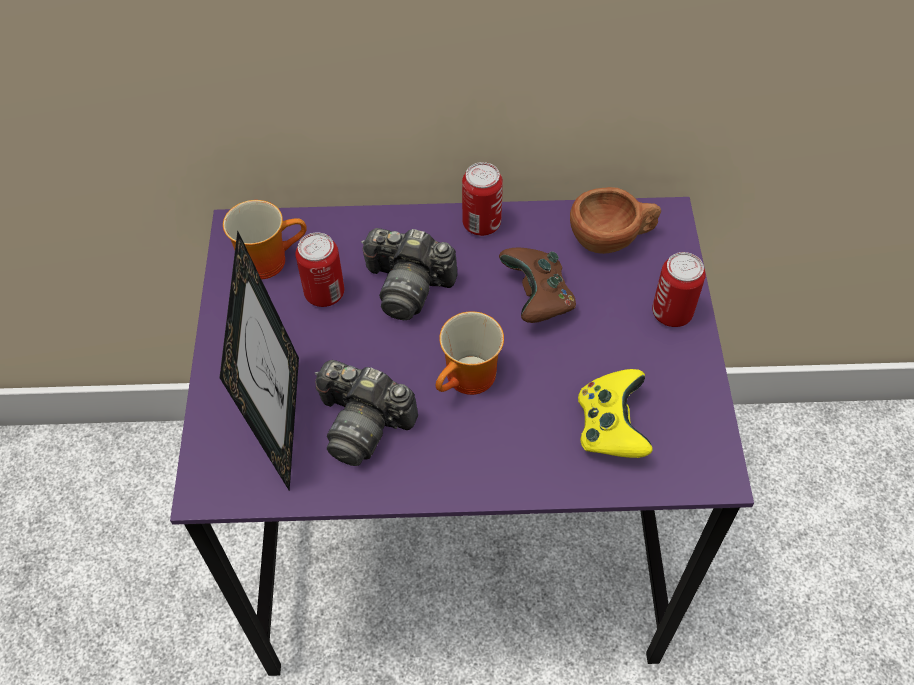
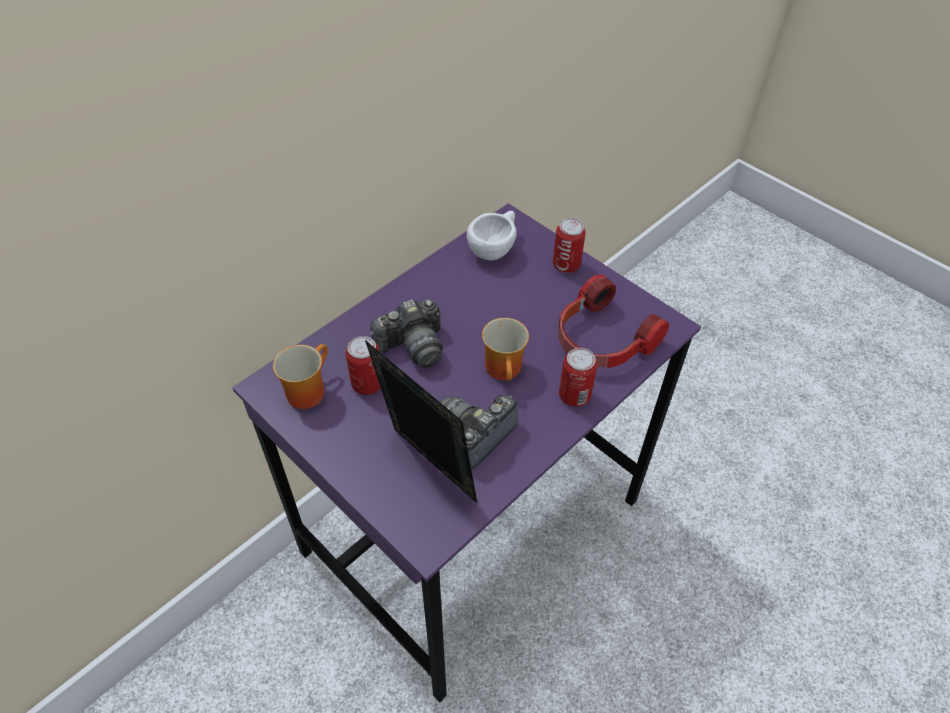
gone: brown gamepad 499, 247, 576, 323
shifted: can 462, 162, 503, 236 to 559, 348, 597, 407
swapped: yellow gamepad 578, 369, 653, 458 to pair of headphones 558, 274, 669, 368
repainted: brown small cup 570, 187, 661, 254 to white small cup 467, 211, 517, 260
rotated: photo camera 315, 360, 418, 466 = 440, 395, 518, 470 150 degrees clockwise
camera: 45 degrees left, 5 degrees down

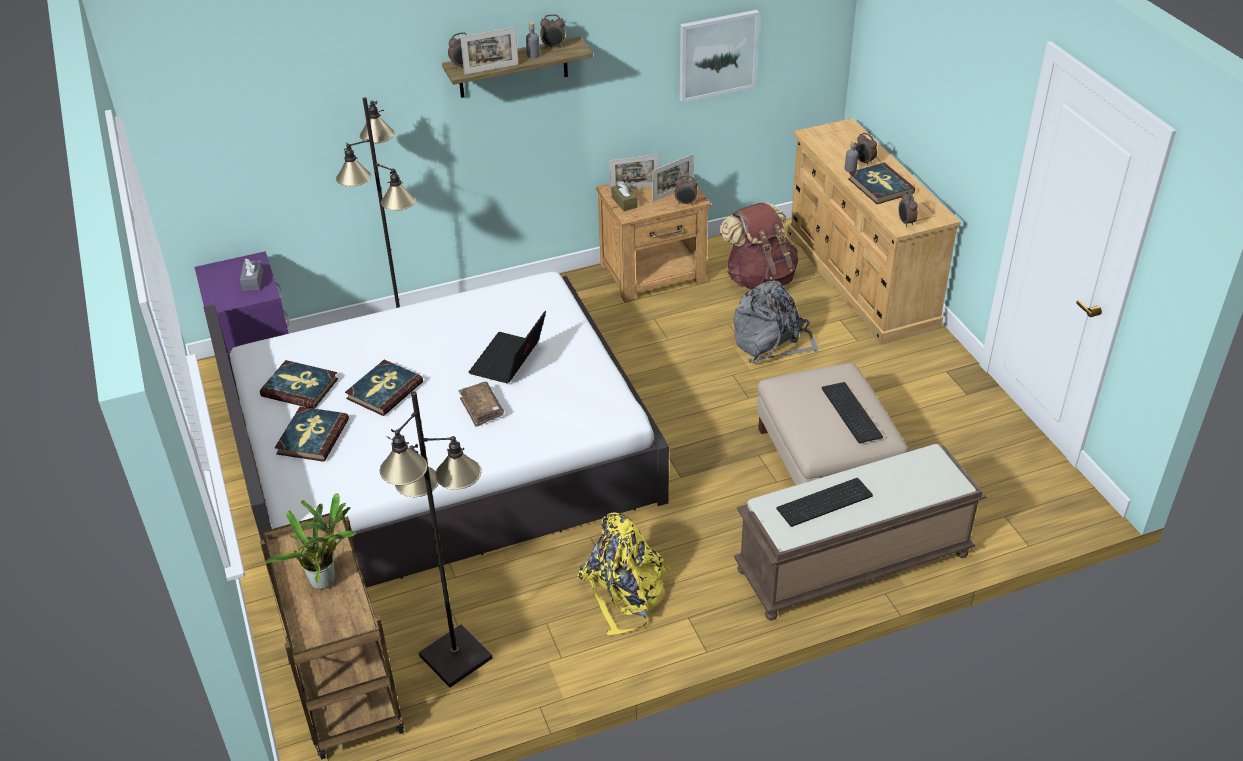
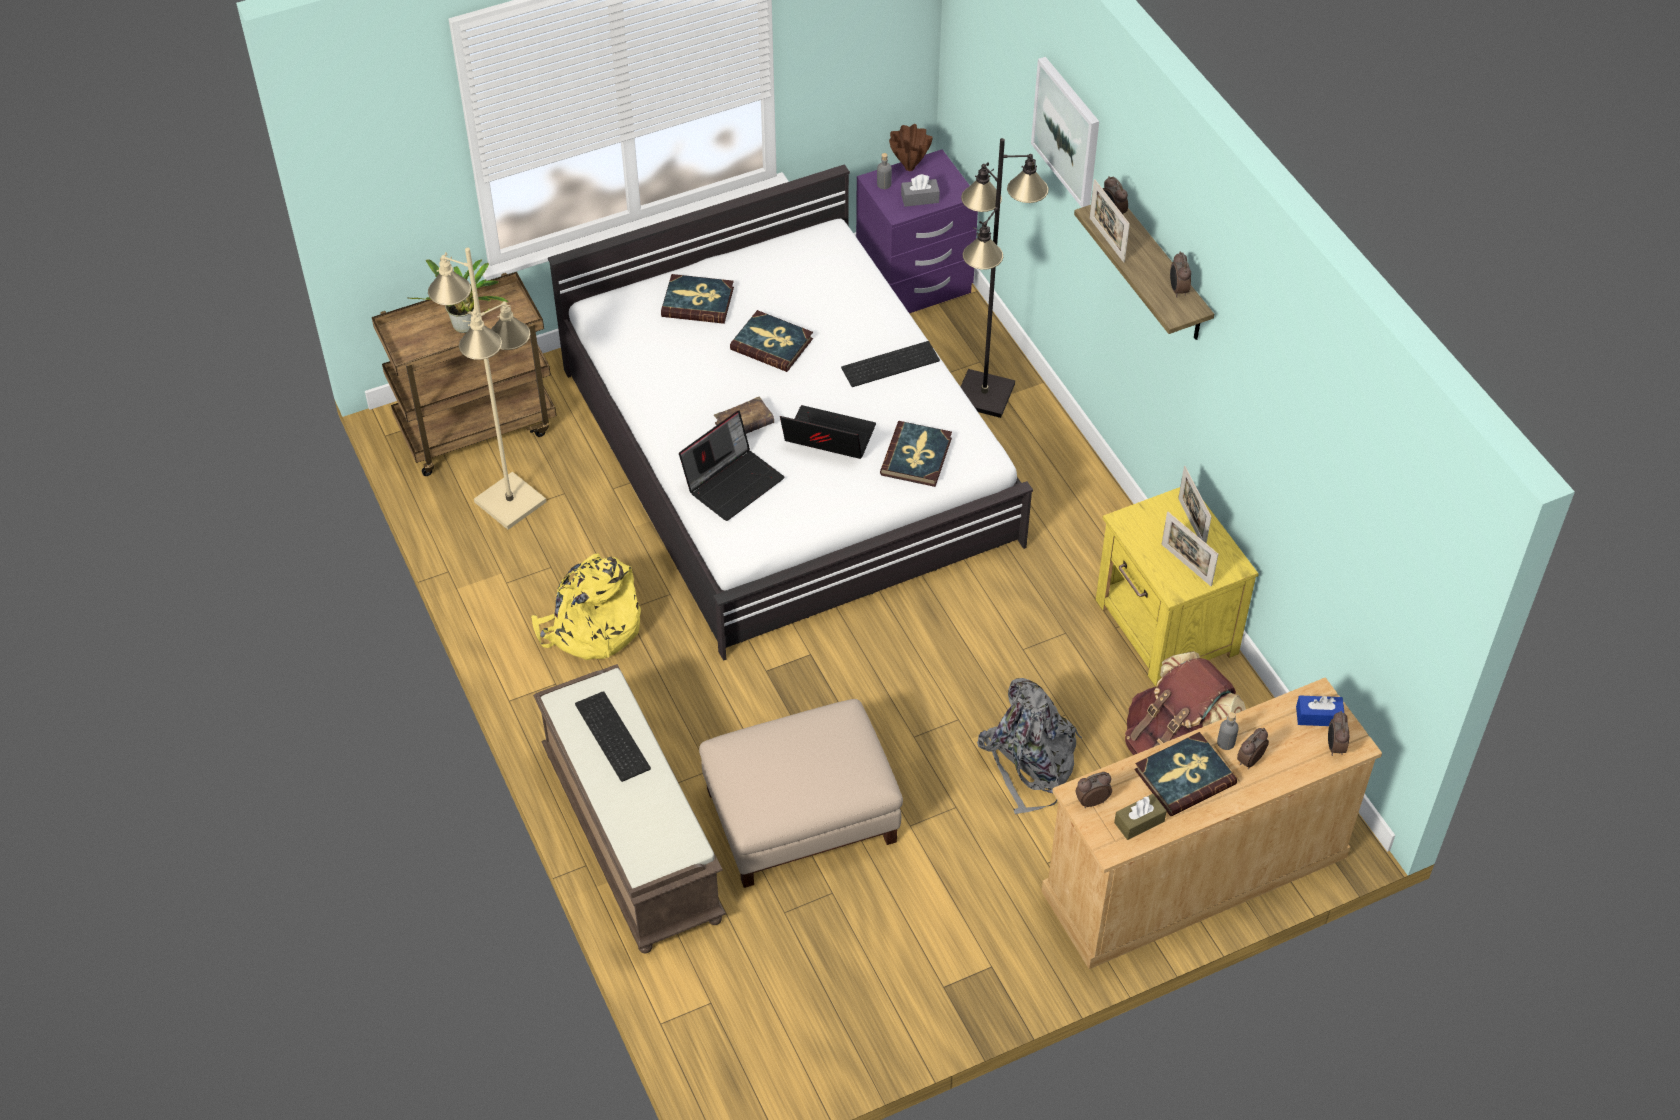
new: notebook computer 679, 410, 785, 521; brown vase 889, 124, 933, 171; blue-coloured tissue holder 1296, 695, 1344, 726
shifted: bound book 260, 360, 338, 409 to 880, 421, 952, 487; gray beverage bottle 526, 22, 540, 59 to 877, 153, 892, 189; brown tissue holder 611, 181, 638, 211 to 1114, 794, 1167, 840; table clock 675, 176, 698, 205 to 1328, 711, 1350, 756; wall art 680, 10, 759, 102 to 1031, 57, 1099, 207; PC keyboard 822, 382, 883, 443 to 841, 341, 940, 387
repainted: blackish floor lamp 380, 392, 493, 687 to beige floor lamp 428, 248, 546, 530; brown night table 596, 183, 711, 303 to yellow night table 1096, 487, 1259, 687
camera: 85 degrees right, 10 degrees up

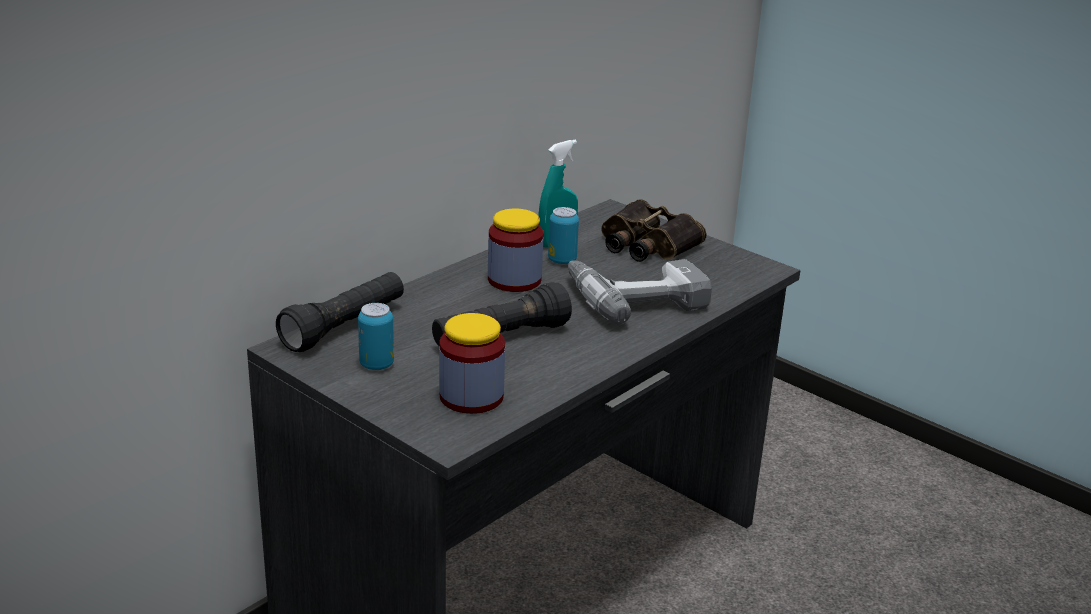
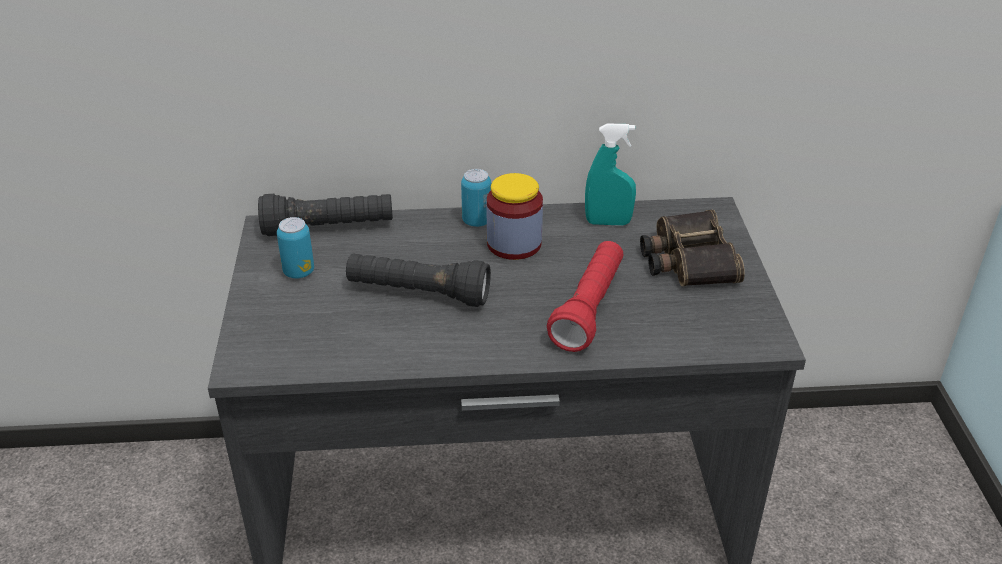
gone: jar 439, 313, 505, 414
shifted: can 548, 207, 579, 264 to 461, 169, 491, 227
swapped: drill 568, 259, 712, 325 to red hand torch 547, 241, 623, 352
camera: 45 degrees right, 10 degrees up

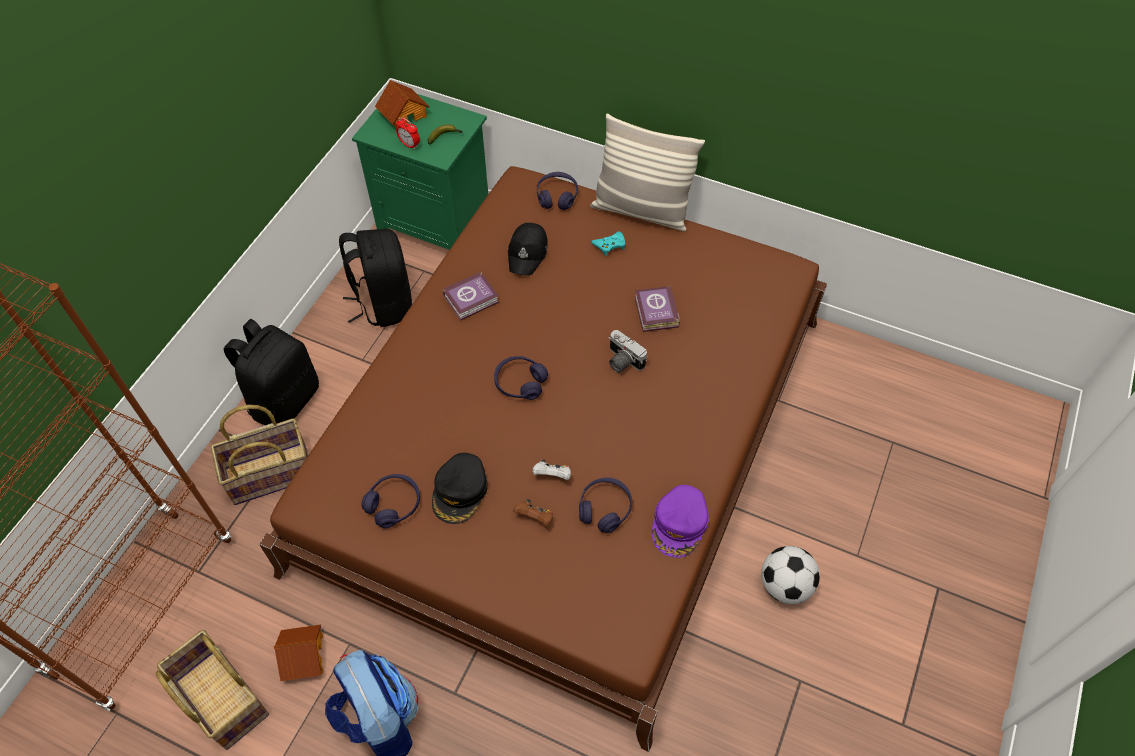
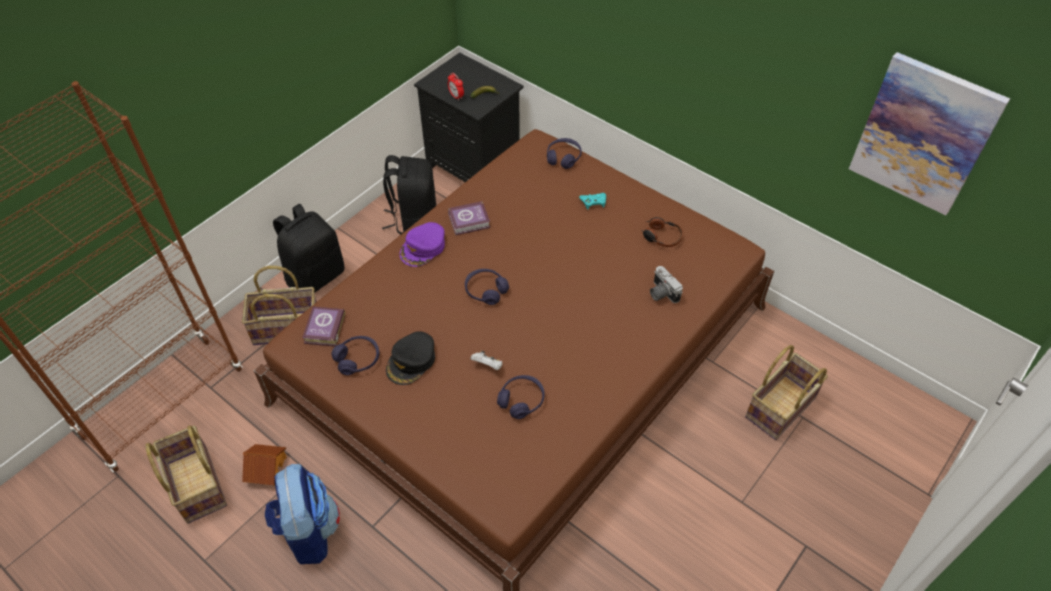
gone: toy house 375, 80, 430, 129; blackish baseball cap 508, 223, 548, 276; brown gamepad 513, 499, 553, 526; pillow 590, 114, 705, 231; football 761, 546, 820, 604
new: pair of headphones 641, 217, 683, 247; household basket 745, 345, 828, 440; wall art 849, 52, 1010, 215
shifted: photo camera 608, 330, 647, 373 to 650, 266, 683, 303; bound book 635, 286, 680, 332 to 302, 307, 345, 347; purple-coloured baseball cap 652, 485, 709, 558 to 399, 222, 445, 267
repainted: green night table 352, 94, 488, 250 to blackish night table 414, 52, 524, 182
camera: 15 degrees right, 5 degrees down

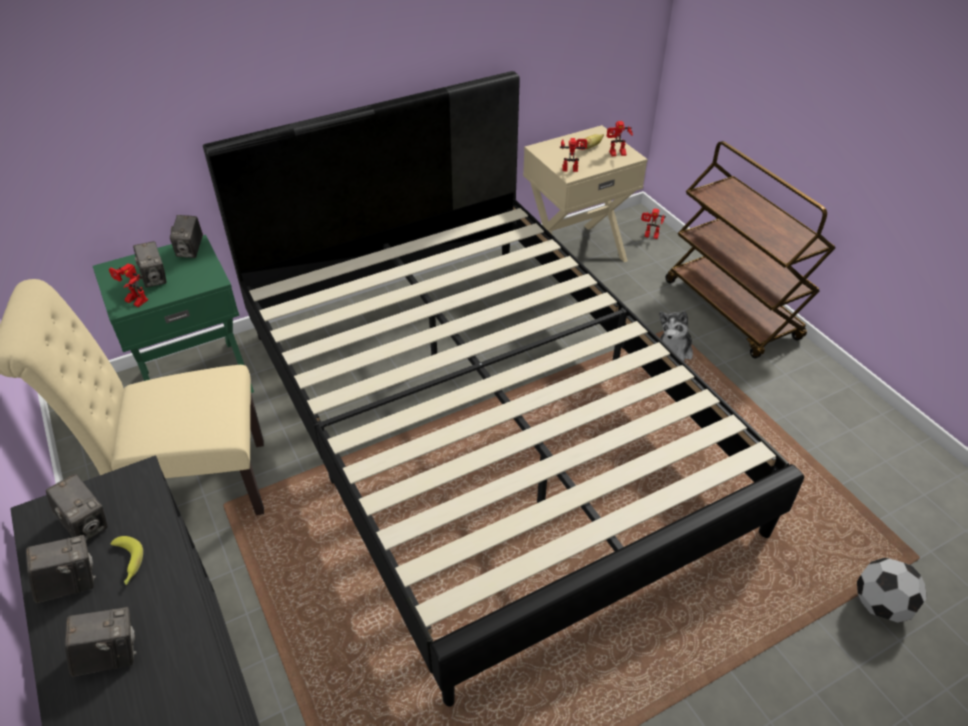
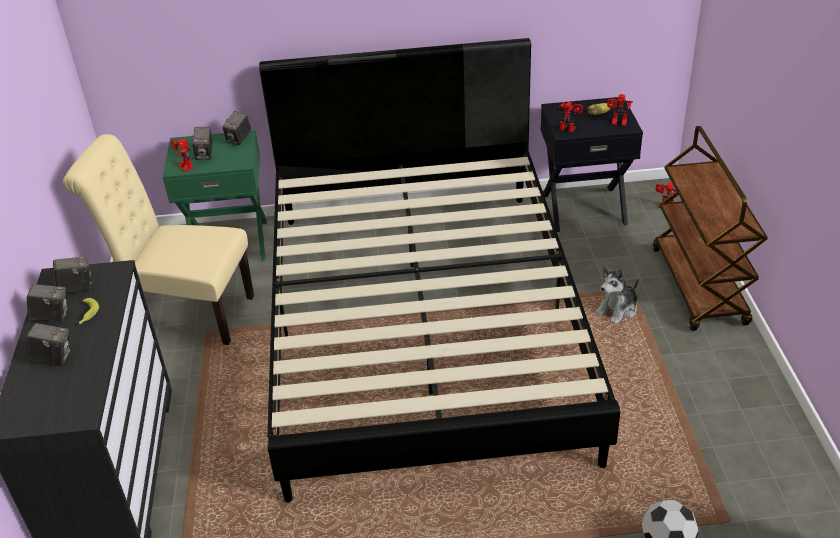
repainted: beige night table 523, 125, 648, 262 to blackish night table 540, 97, 643, 232
rotated: photo camera 46, 474, 108, 541 = 53, 256, 92, 293 90 degrees counterclockwise
camera: 25 degrees right, 5 degrees down

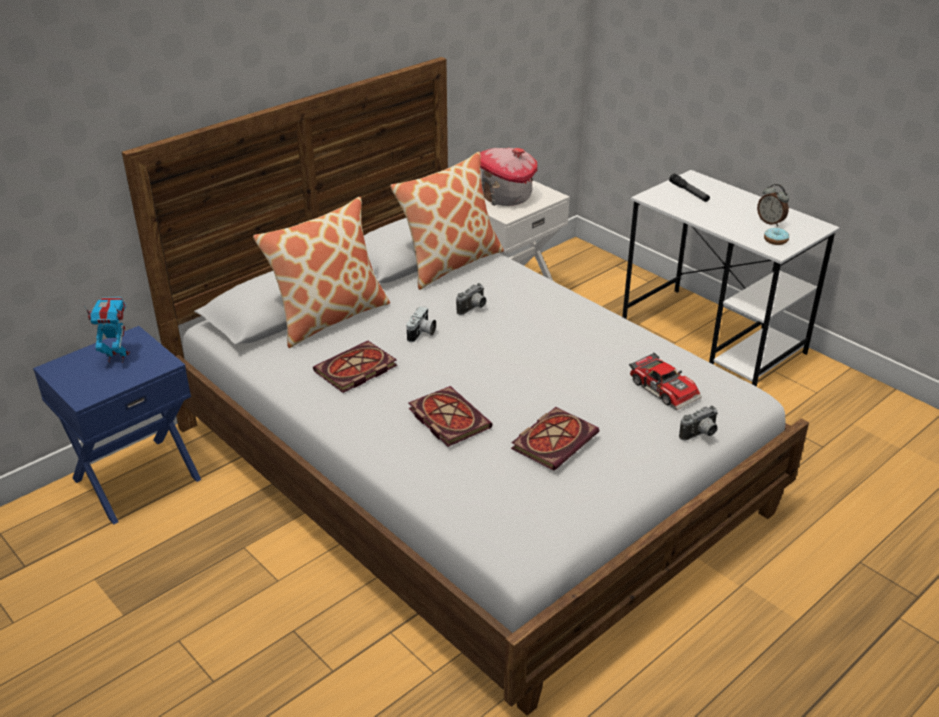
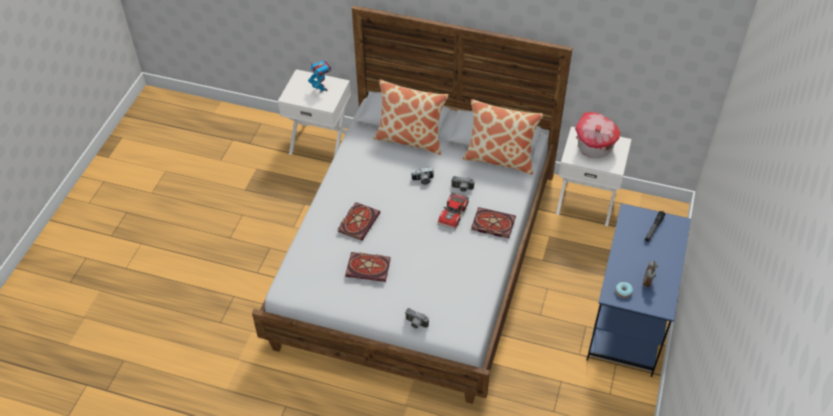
shifted: bound book 313, 341, 397, 393 to 471, 207, 516, 238; miniature car 629, 352, 702, 411 to 437, 192, 469, 230
repainted: blue-coloured night table 33, 326, 201, 525 to white night table 278, 69, 351, 157; white desk unit 622, 170, 840, 387 to blue-coloured desk unit 587, 203, 691, 377
camera: 60 degrees right, 15 degrees up

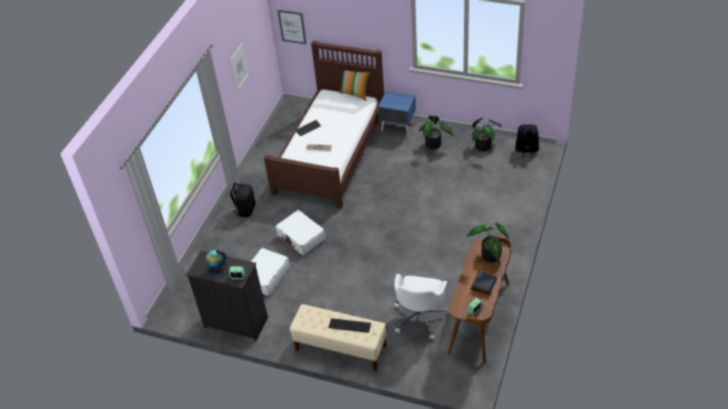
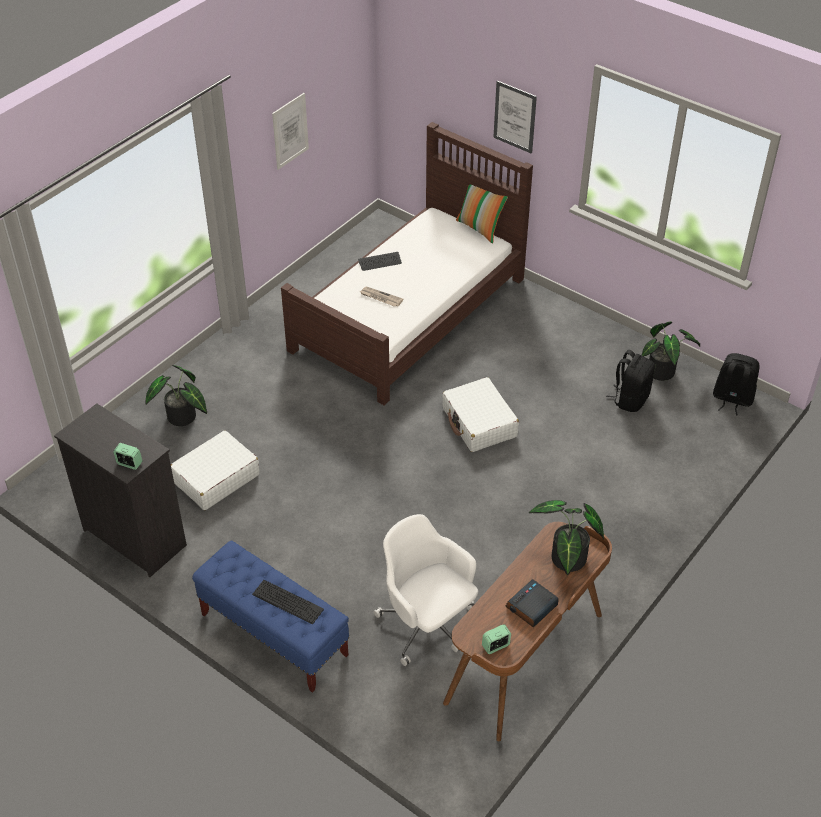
gone: globe 206, 250, 229, 278; blue-coloured night table 378, 91, 416, 136
shifted: blackish rucksack 230, 183, 255, 217 to 606, 350, 655, 412; white piece of luggage 276, 210, 326, 255 to 442, 377, 519, 452; wall art 277, 10, 307, 44 to 493, 80, 537, 153; potted plant 418, 115, 454, 149 to 145, 365, 207, 426
repainted: beige long seat 290, 304, 387, 371 to blue-coloured long seat 192, 541, 349, 693
rotated: white computer chair 394, 274, 450, 340 = 373, 514, 478, 666 105 degrees clockwise
camera: 15 degrees right, 0 degrees up

